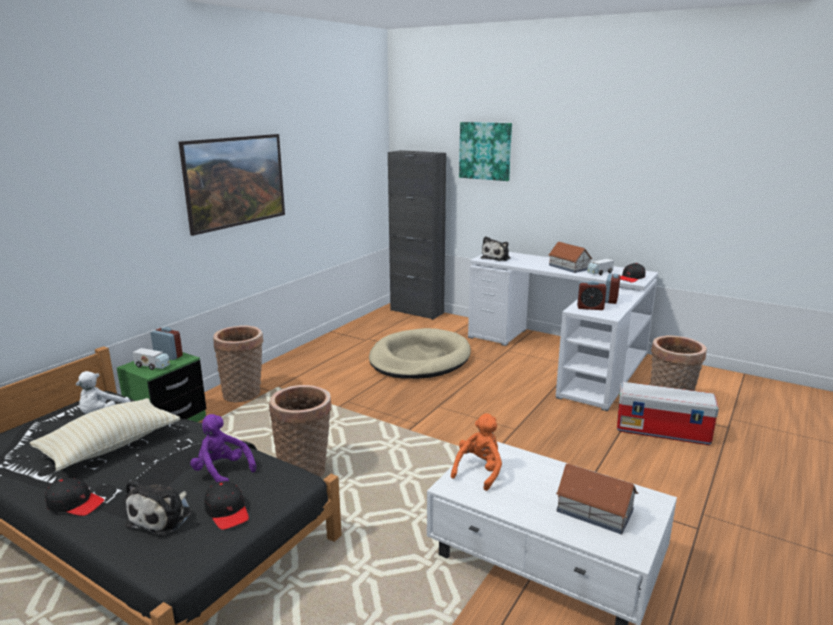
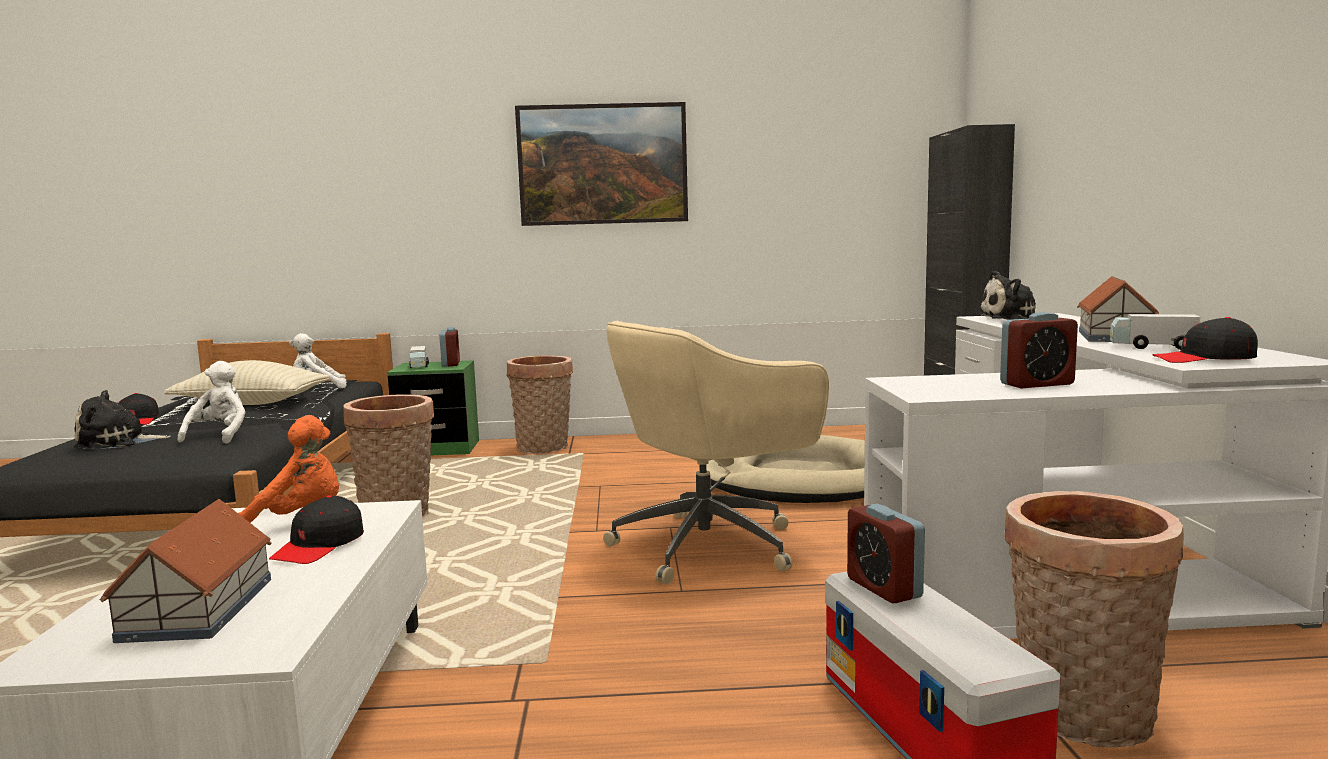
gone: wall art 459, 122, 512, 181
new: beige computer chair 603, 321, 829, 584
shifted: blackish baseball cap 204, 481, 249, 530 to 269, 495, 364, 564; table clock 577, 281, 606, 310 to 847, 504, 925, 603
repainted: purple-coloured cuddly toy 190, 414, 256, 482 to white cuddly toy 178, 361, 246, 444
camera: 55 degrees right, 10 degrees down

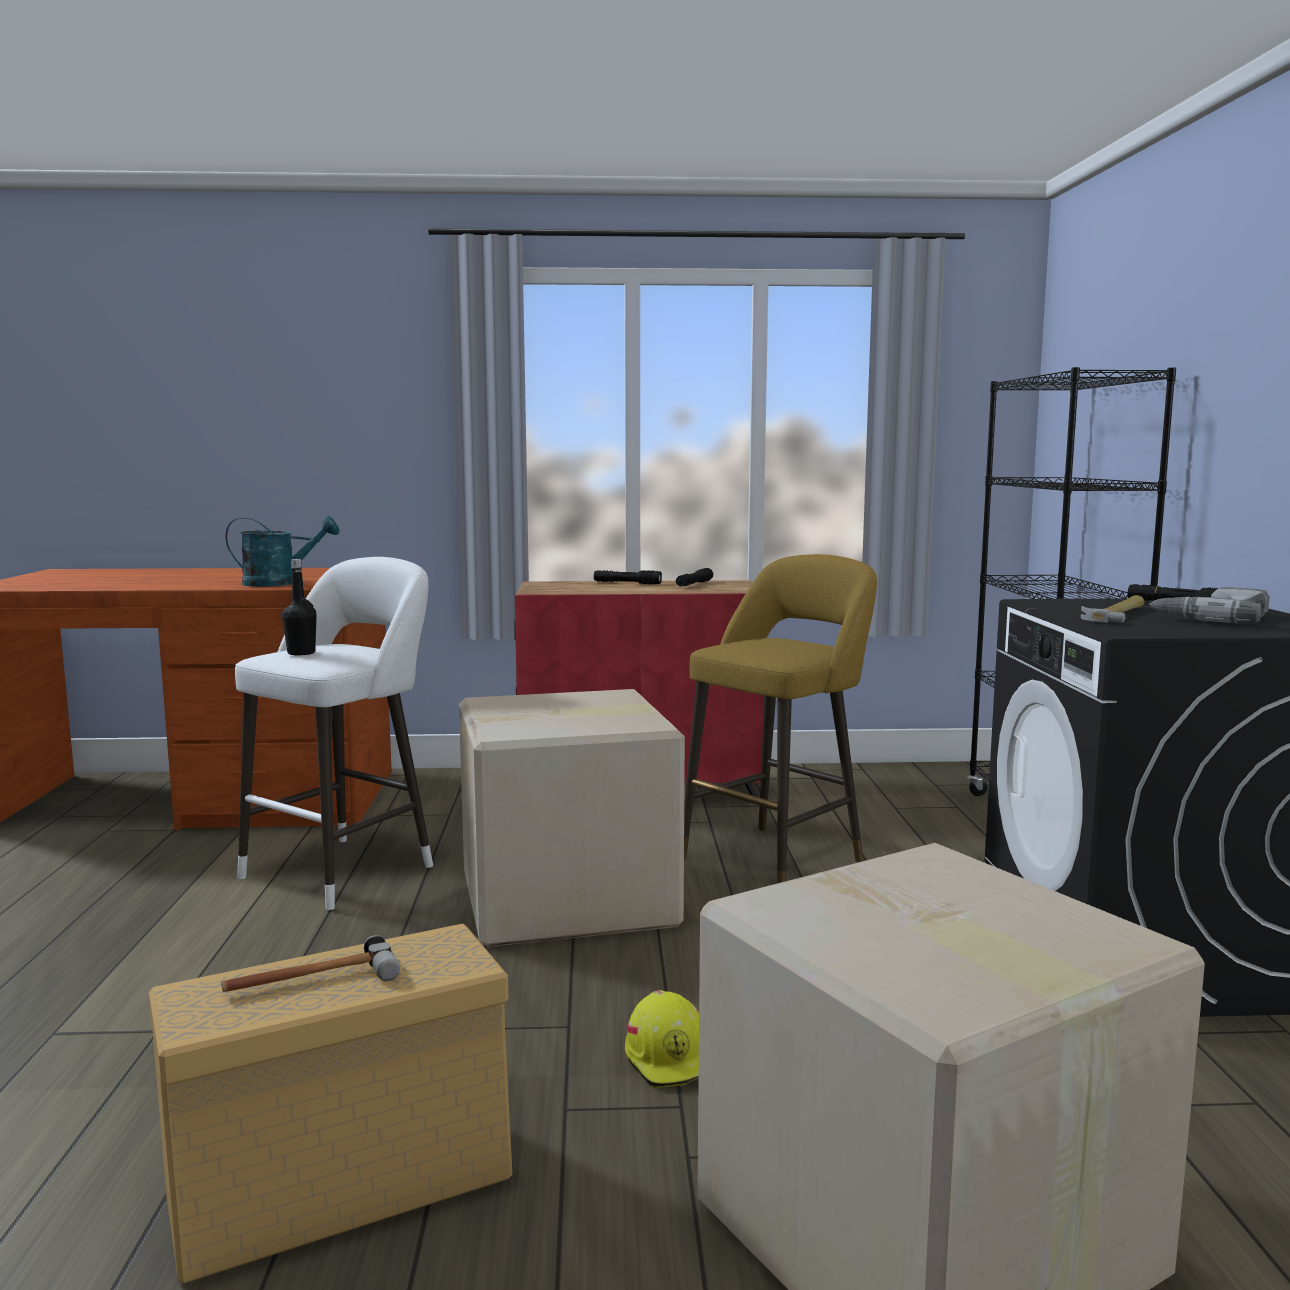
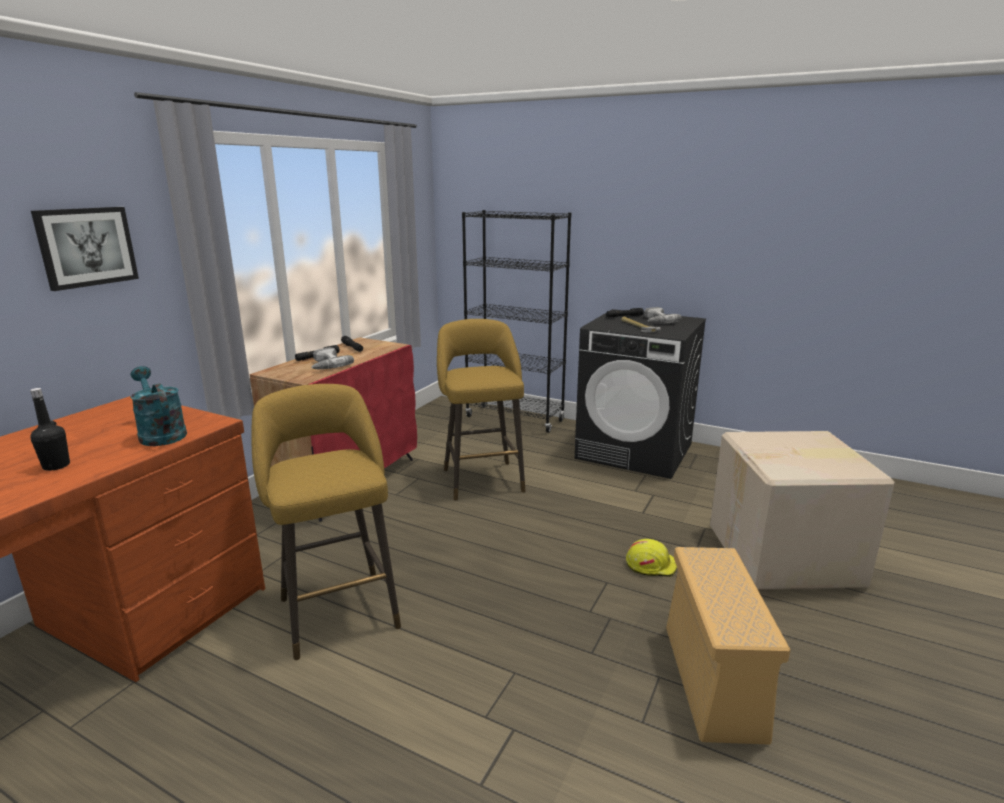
gone: hammer 221, 935, 400, 992; carton 459, 689, 685, 947
new: wall art 31, 207, 139, 291; drill 311, 347, 354, 369
shifted: blackish beverage bottle 282, 559, 317, 655 to 30, 388, 70, 471
repainted: white sitting stool 235, 557, 433, 910 to yellow sitting stool 251, 384, 401, 660
rotated: blue-green sprinkling can 225, 515, 339, 587 = 130, 366, 187, 446 60 degrees counterclockwise
camera: 60 degrees left, 10 degrees up

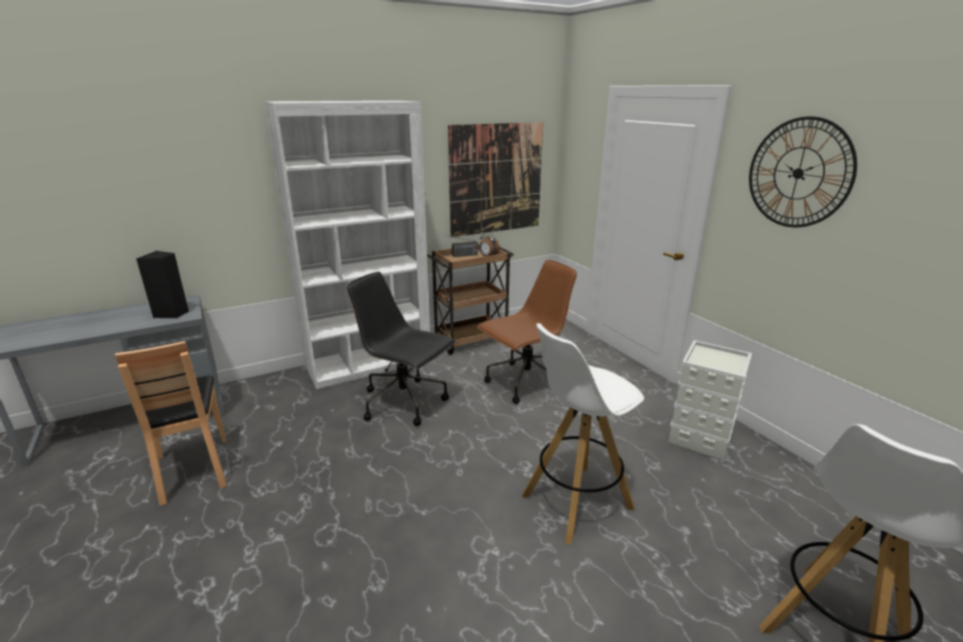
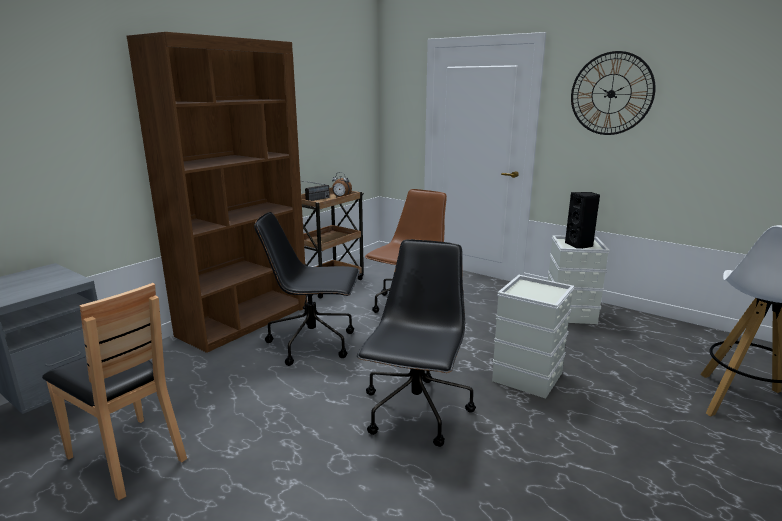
gone: wall art 448, 122, 543, 237
new: blackish computer chair 357, 239, 476, 447
shifted: blackish loudspeaker 136, 251, 189, 318 to 565, 192, 600, 249
swapped: white sitting stool 522, 323, 644, 545 to gray storage bin 492, 275, 574, 399
repainted: white bookcase 264, 101, 430, 389 to brown bookcase 127, 32, 307, 353
camera: 25 degrees left, 5 degrees down

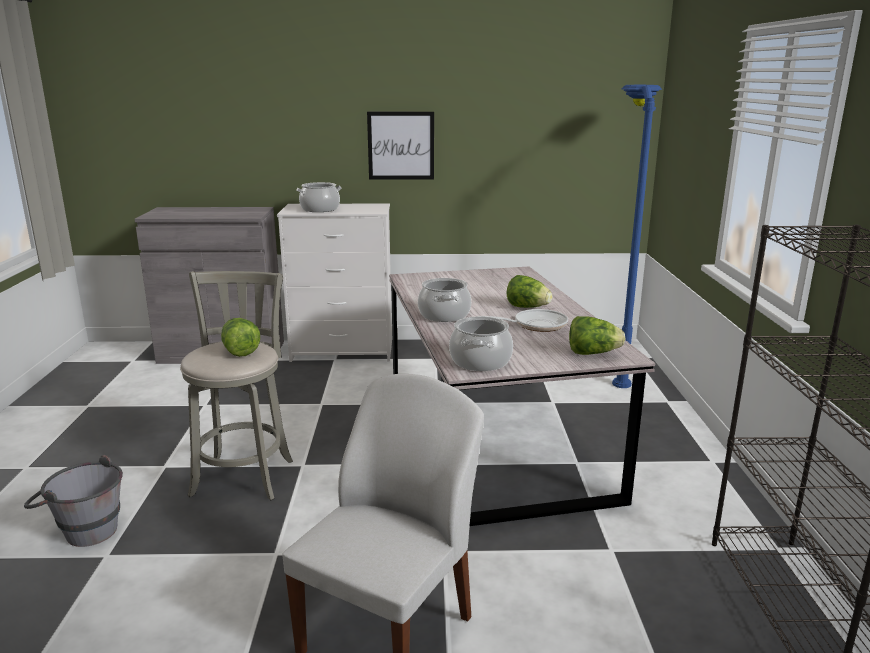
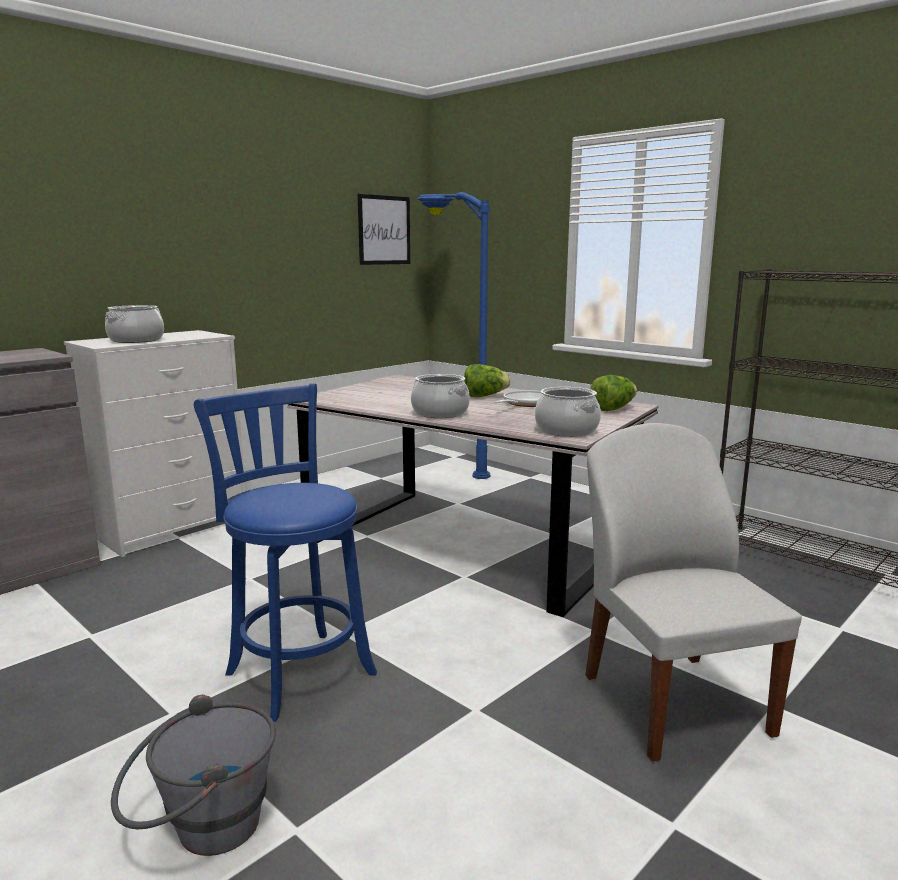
gone: lettuce 221, 318, 260, 357
shifted: wall art 367, 112, 434, 179 to 358, 194, 410, 265
repainted: gray sitting stool 180, 271, 293, 500 to blue-coloured sitting stool 194, 383, 377, 721
camera: 45 degrees left, 5 degrees down

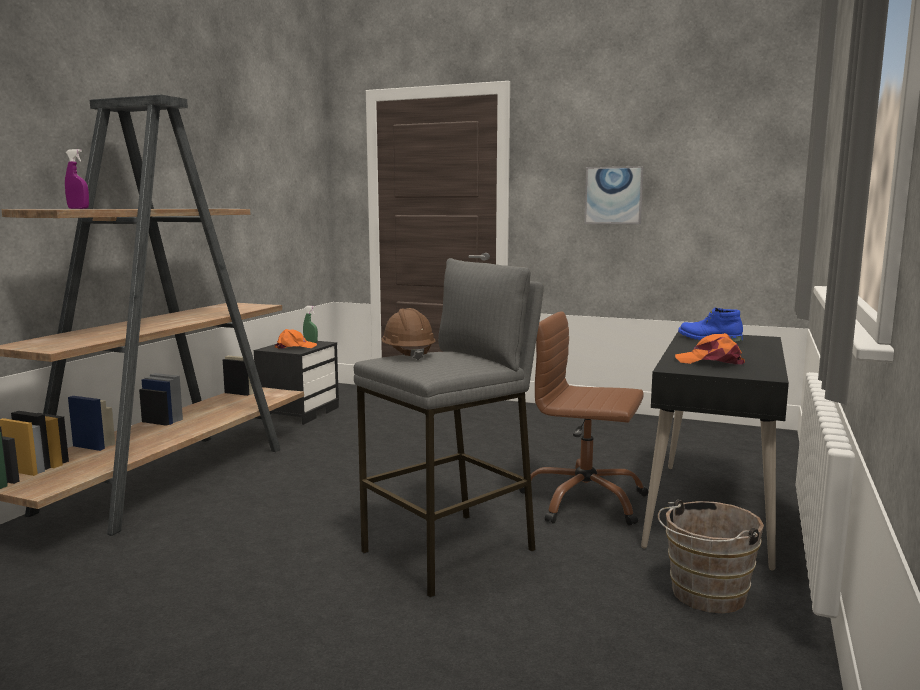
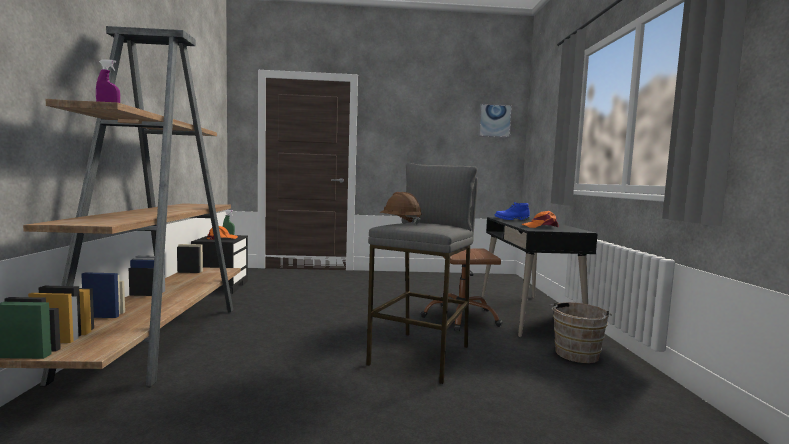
shifted: wall art 584, 166, 643, 224 to 478, 104, 512, 138
camera: 25 degrees left, 5 degrees down

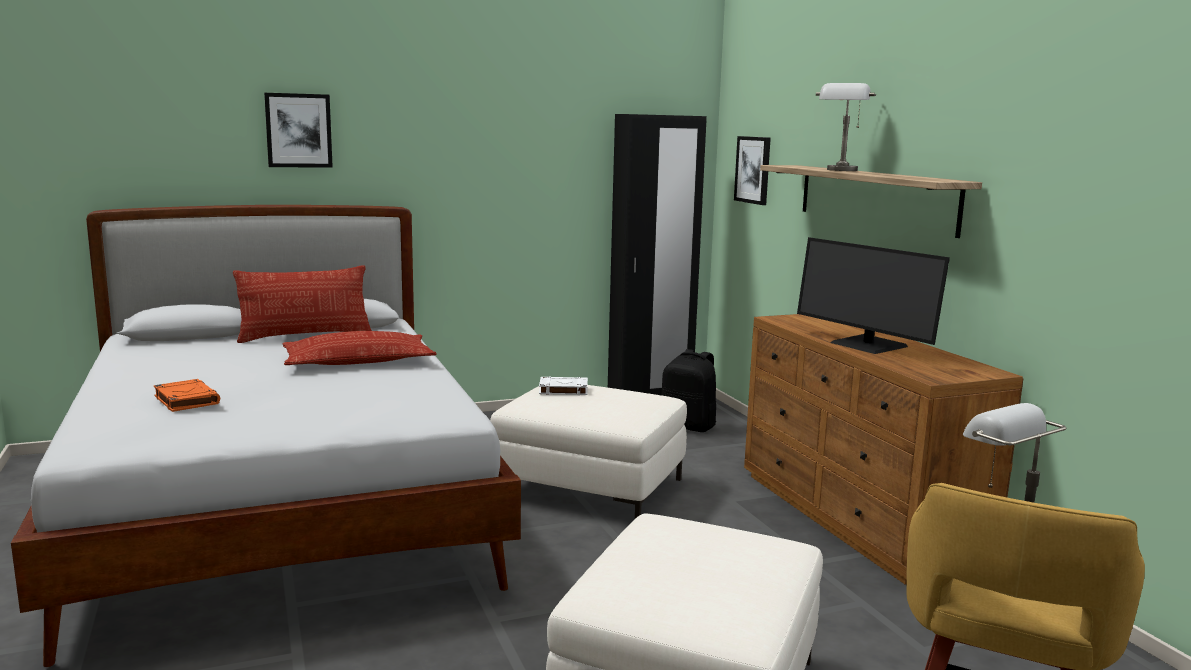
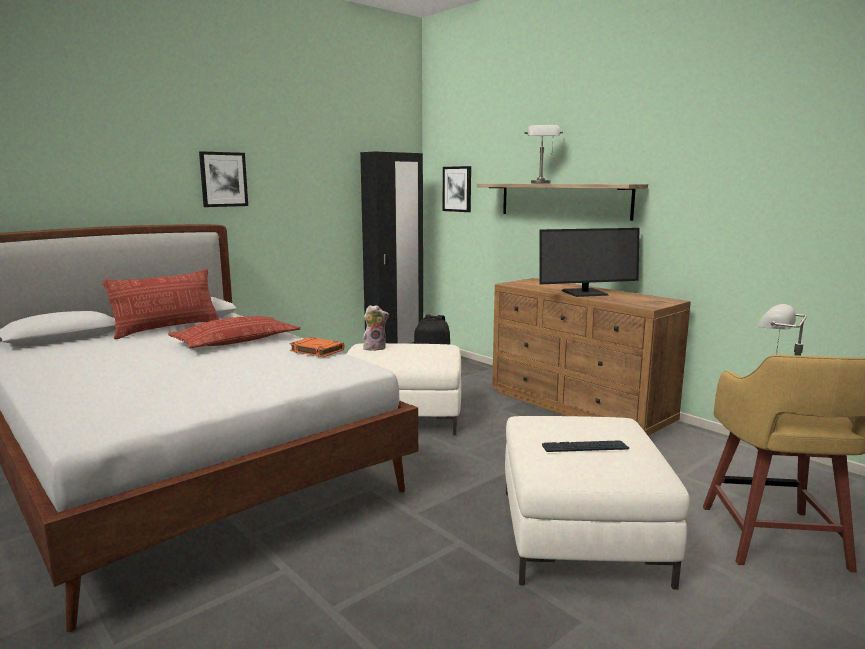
new: PC keyboard 542, 440, 629, 452
shifted: orange-coloured bound book 154, 379, 220, 412 to 289, 337, 345, 357; wall art 264, 93, 333, 168 to 199, 151, 248, 207
swapped: white bound book 539, 376, 588, 395 to cuddly toy 363, 305, 389, 351
rotated: computer display 797, 237, 950, 354 = 539, 228, 639, 297 45 degrees counterclockwise
camera: 20 degrees left, 0 degrees up

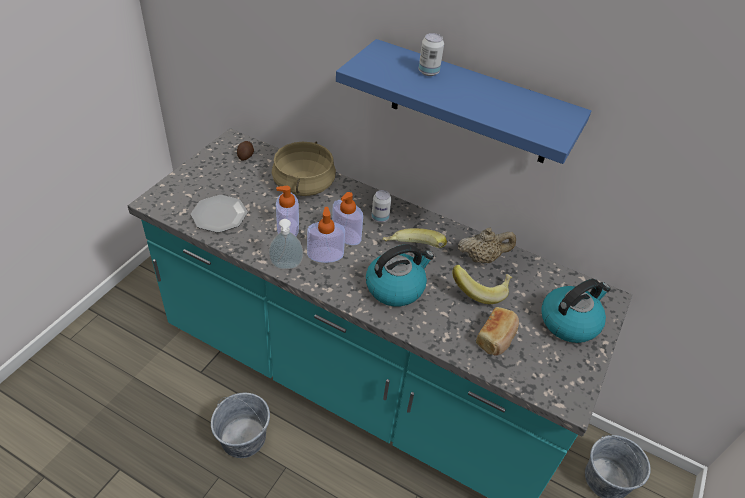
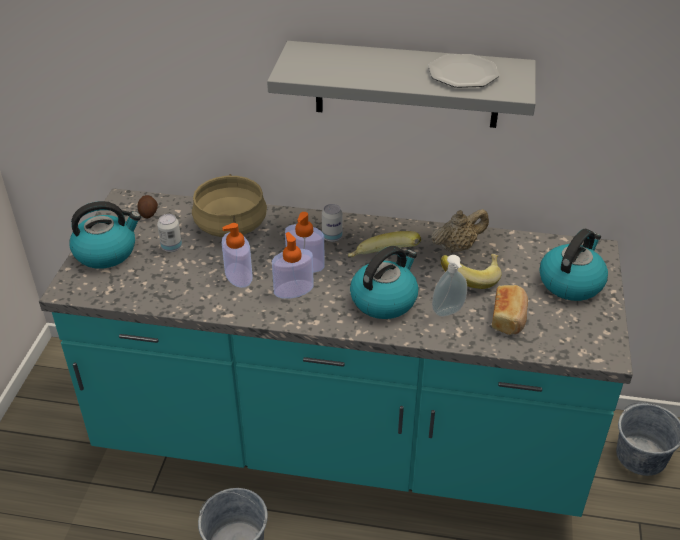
new: kettle 70, 201, 141, 269
shifted: plate 191, 195, 247, 233 to 428, 54, 500, 88; soap dispenser 269, 219, 303, 269 to 432, 255, 467, 317; can 419, 33, 444, 76 to 157, 214, 182, 252
repainted: blue-coloured wall shelf 336, 39, 591, 164 to gray wall shelf 267, 41, 536, 128
camera: 15 degrees left, 5 degrees down

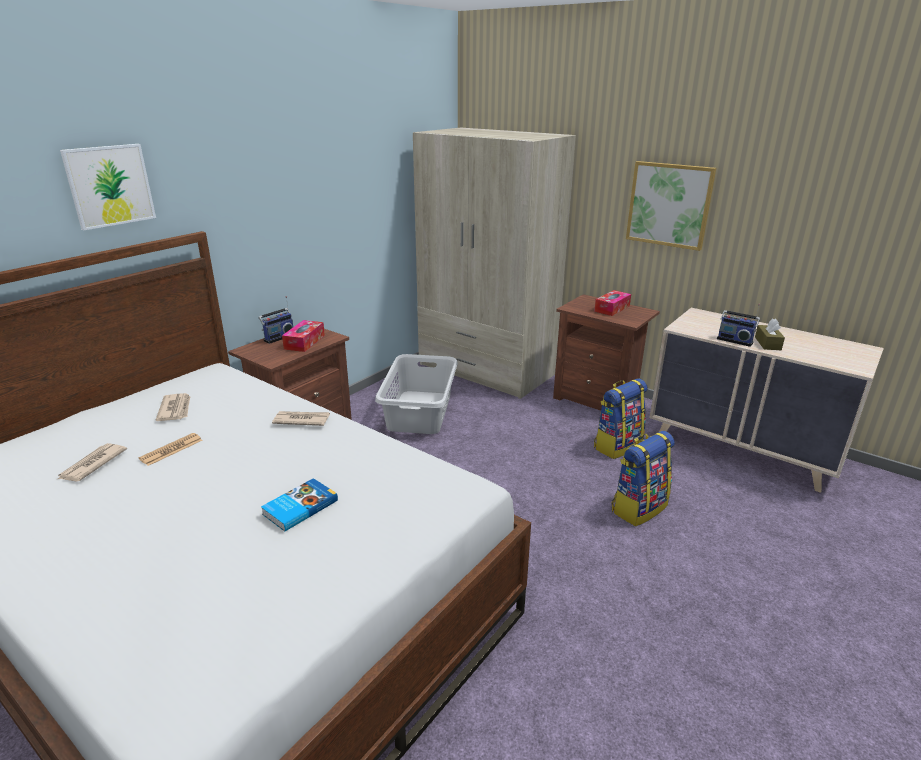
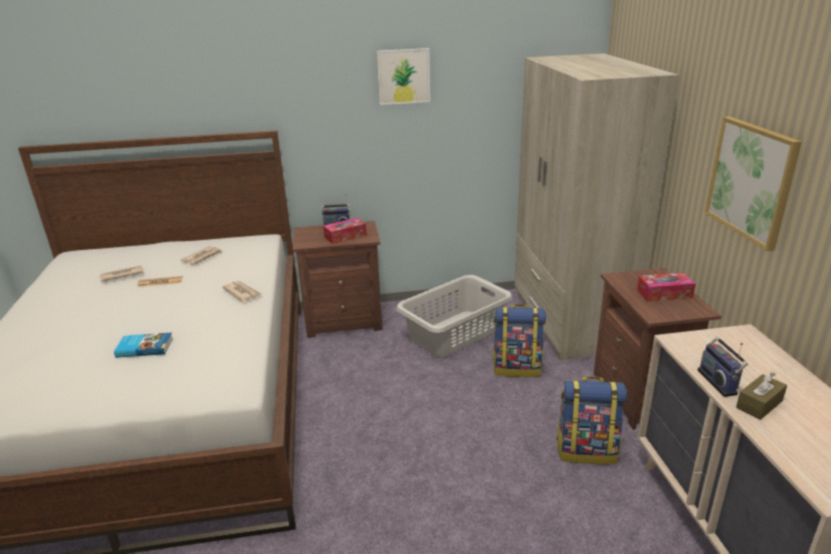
shifted: wall art 60, 144, 156, 230 to 377, 48, 430, 105; rucksack 611, 431, 675, 526 to 493, 304, 546, 377
camera: 45 degrees right, 0 degrees up

